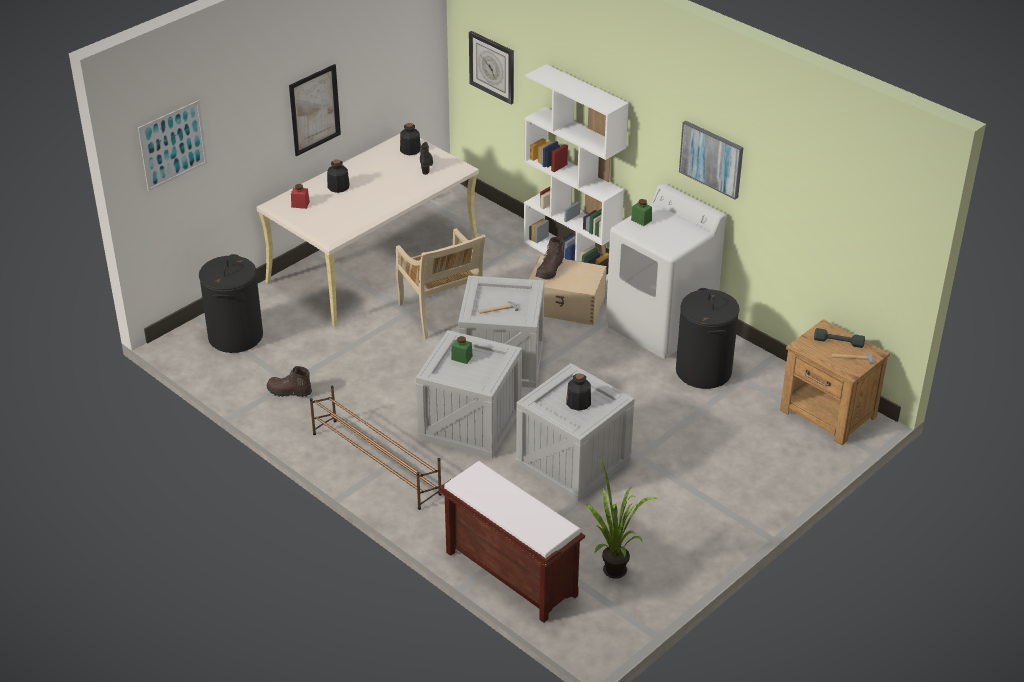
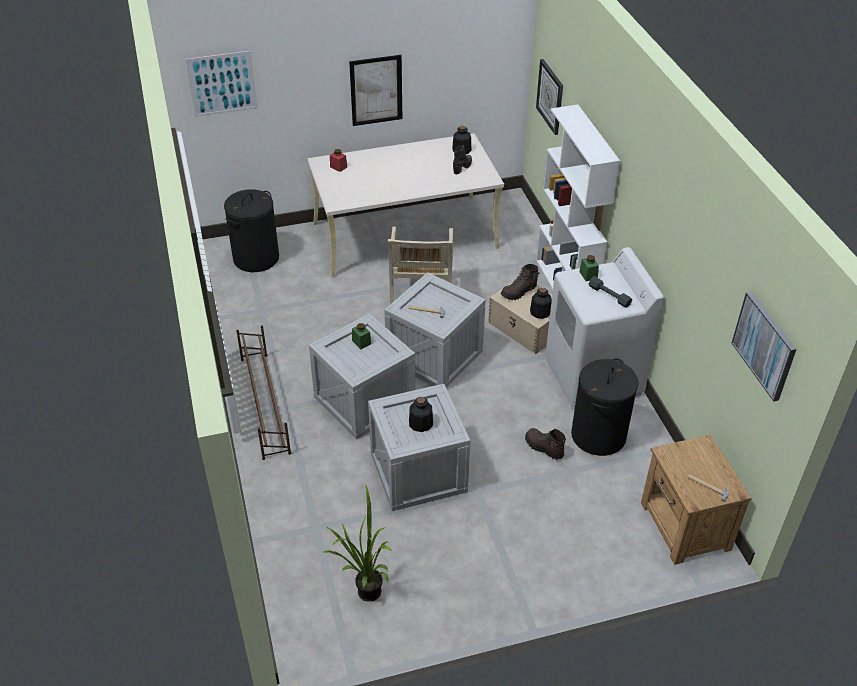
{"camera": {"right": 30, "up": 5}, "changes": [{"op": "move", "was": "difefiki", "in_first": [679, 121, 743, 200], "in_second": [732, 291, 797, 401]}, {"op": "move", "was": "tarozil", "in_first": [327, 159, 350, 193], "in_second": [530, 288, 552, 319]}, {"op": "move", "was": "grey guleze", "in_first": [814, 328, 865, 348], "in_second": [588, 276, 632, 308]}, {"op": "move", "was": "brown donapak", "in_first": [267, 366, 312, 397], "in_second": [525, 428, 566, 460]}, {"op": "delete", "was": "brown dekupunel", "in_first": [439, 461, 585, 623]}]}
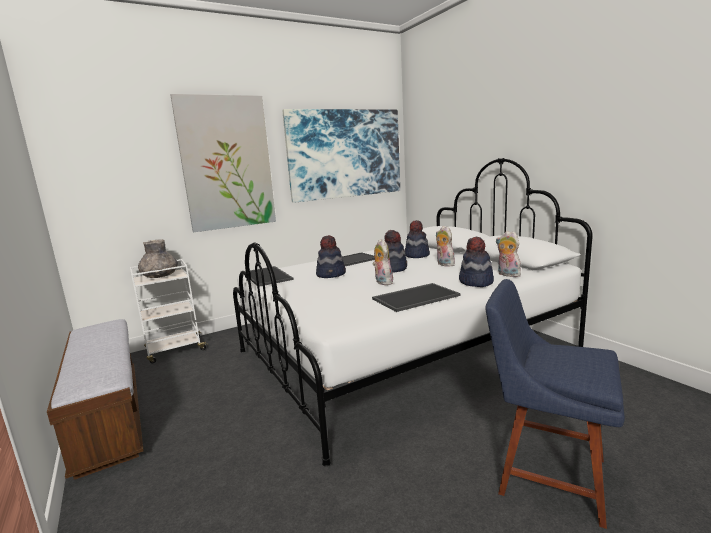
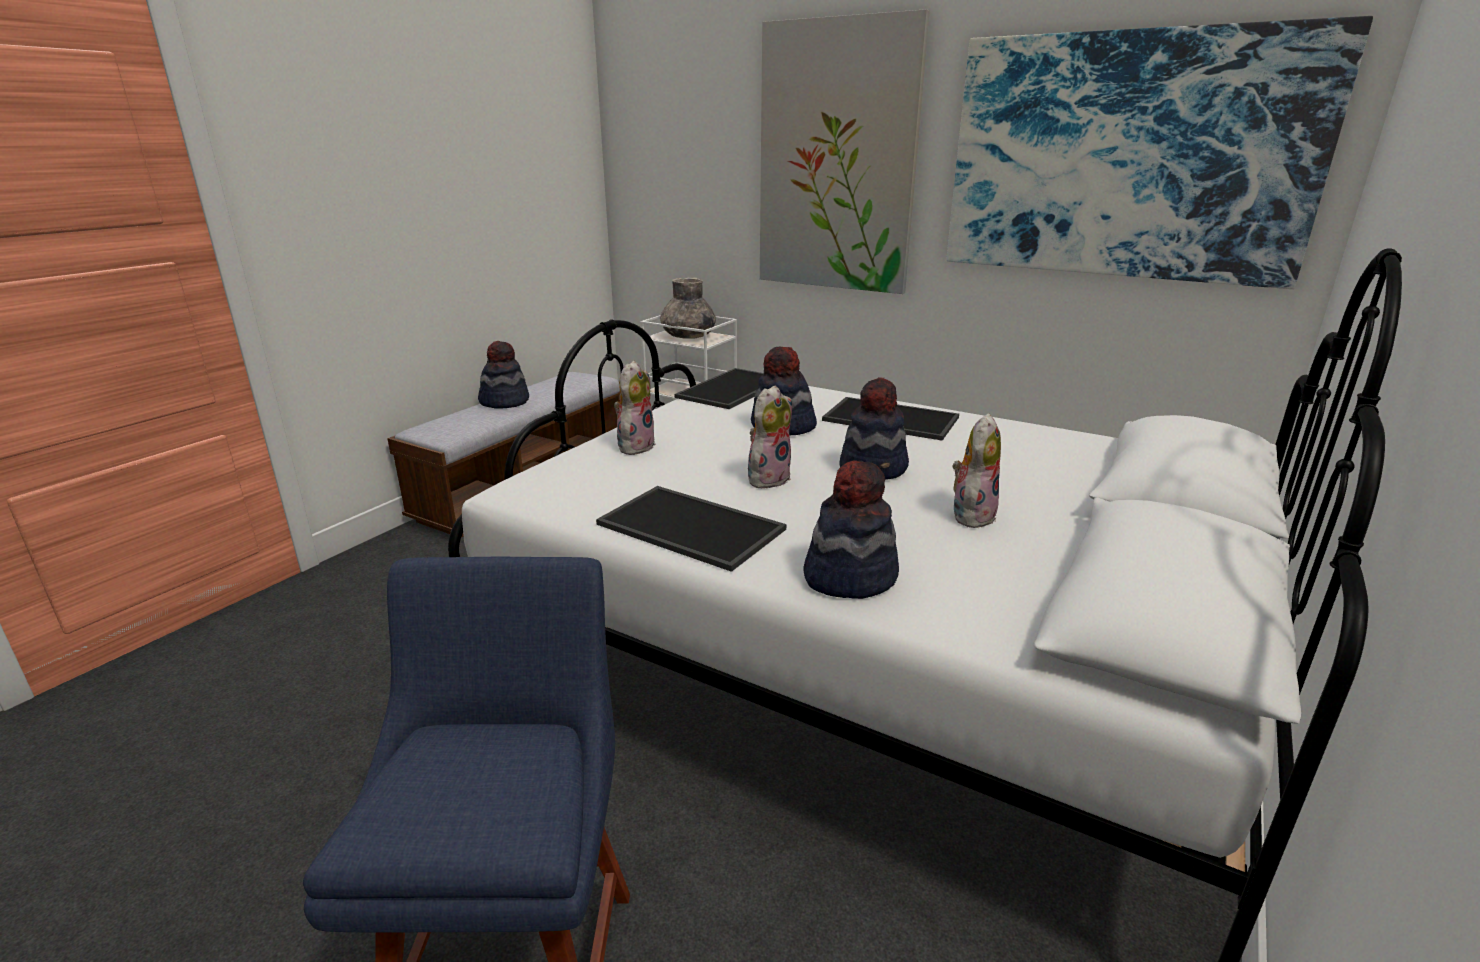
{"camera": {"right": 60, "up": 10}, "changes": [{"op": "move", "was": "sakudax", "in_first": [404, 220, 430, 258], "in_second": [478, 341, 529, 409]}, {"op": "move", "was": "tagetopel", "in_first": [496, 231, 521, 277], "in_second": [614, 361, 656, 455]}]}
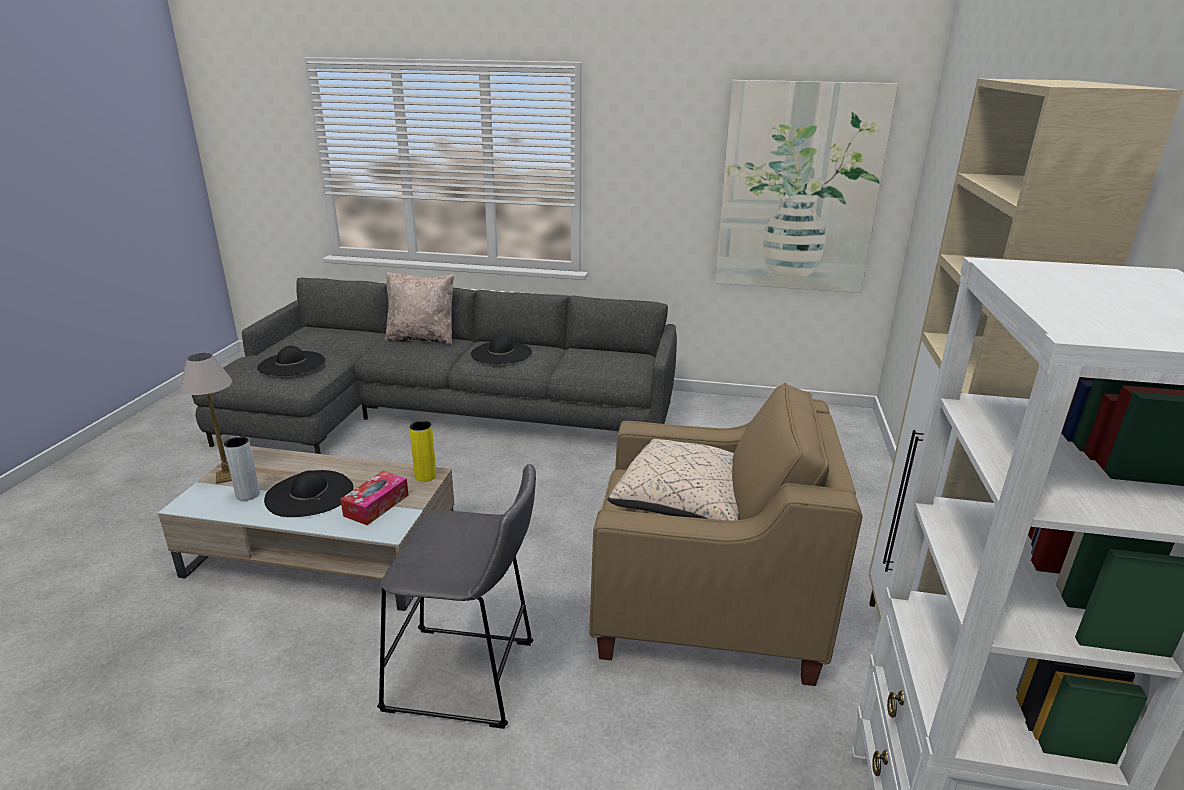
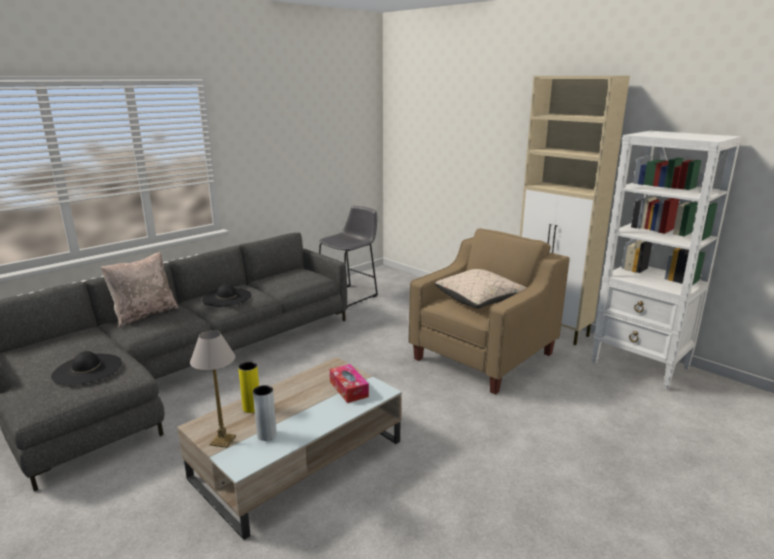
{"camera": {"right": -55, "up": -5}, "changes": [{"op": "delete", "was": "difefiki", "in_first": [714, 80, 898, 293]}, {"op": "move", "was": "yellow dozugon", "in_first": [409, 421, 436, 482], "in_second": [238, 362, 259, 413]}, {"op": "move", "was": "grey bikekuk", "in_first": [377, 464, 536, 729], "in_second": [319, 206, 378, 308]}, {"op": "delete", "was": "black sakudax", "in_first": [264, 470, 354, 517]}]}
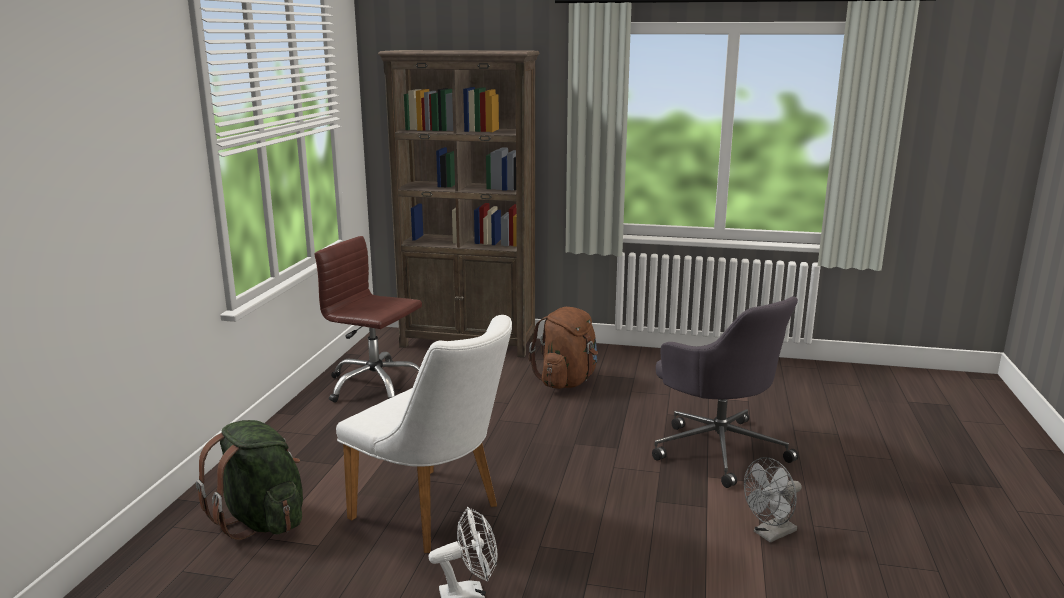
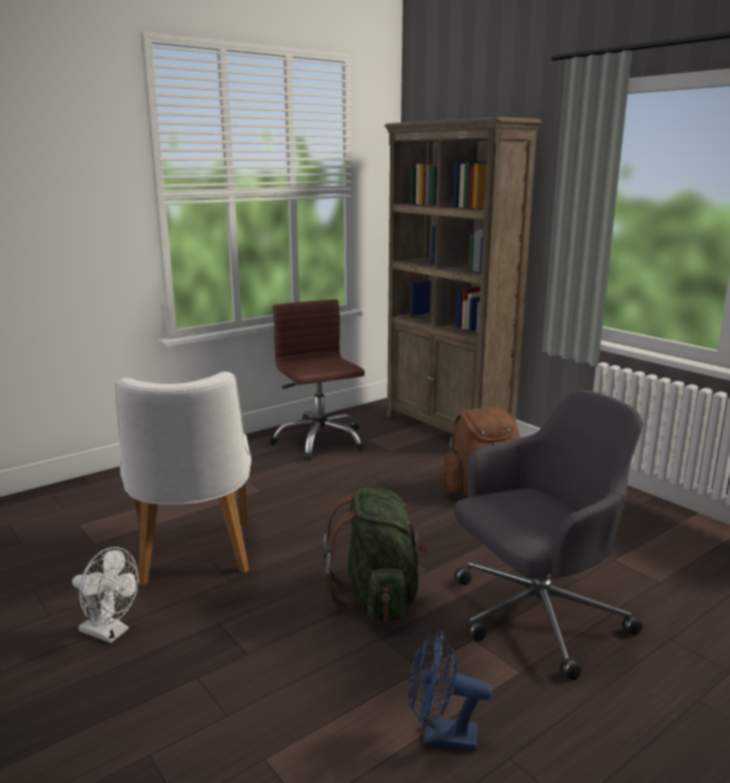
{"camera": {"right": 40, "up": 0}, "changes": [{"op": "rotate", "was": "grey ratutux", "in_first": [652, 296, 799, 488], "in_second": [454, 390, 643, 680], "clockwise": -120}, {"op": "move", "was": "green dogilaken", "in_first": [196, 420, 303, 540], "in_second": [323, 488, 428, 622]}, {"op": "recolor", "was": "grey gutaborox", "now": "blue gutaborox", "in_first": [744, 457, 802, 543], "in_second": [408, 631, 493, 751]}]}
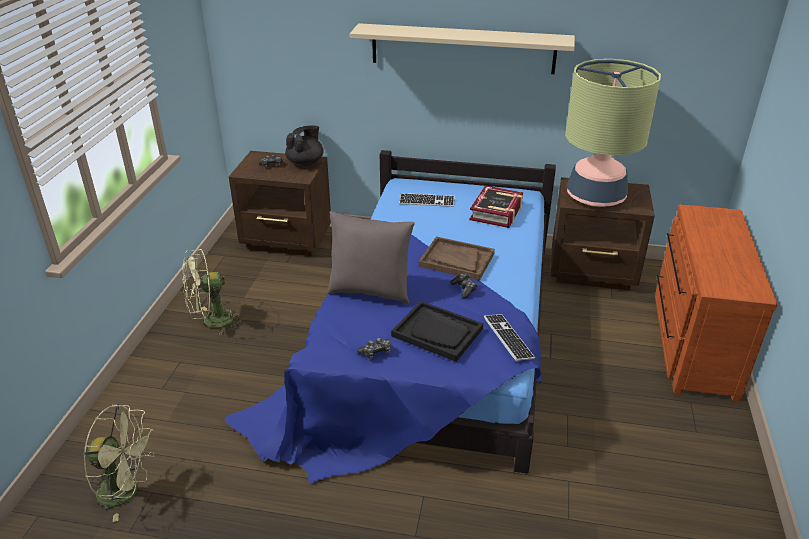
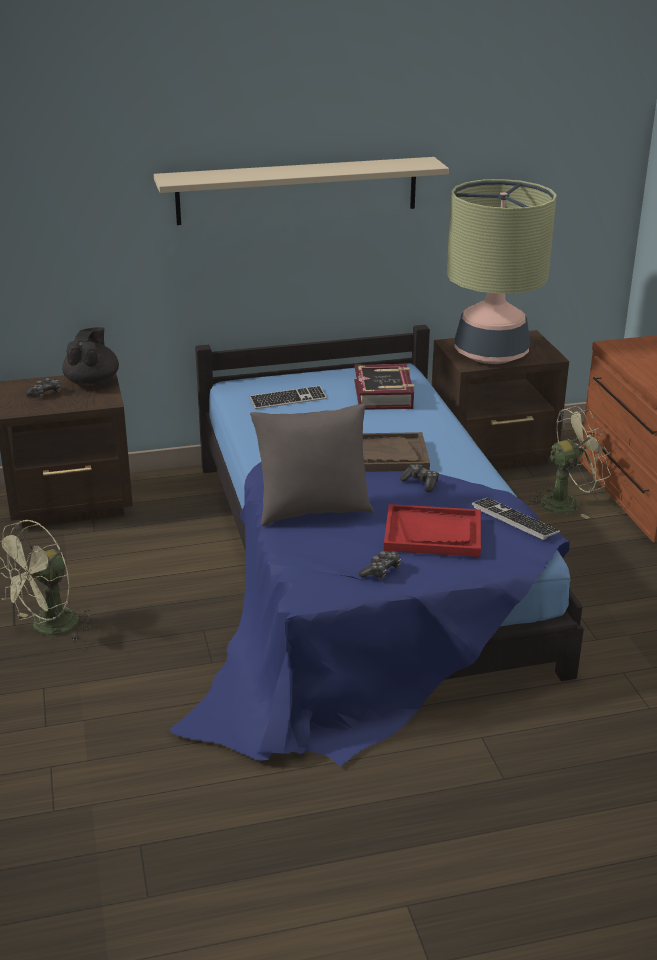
{"camera": {"right": -25, "up": -5}, "changes": [{"op": "recolor", "was": "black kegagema", "now": "red kegagema", "in_first": [391, 301, 483, 362], "in_second": [384, 504, 481, 557]}, {"op": "move", "was": "green gutaborox", "in_first": [83, 404, 155, 522], "in_second": [527, 406, 611, 519]}]}
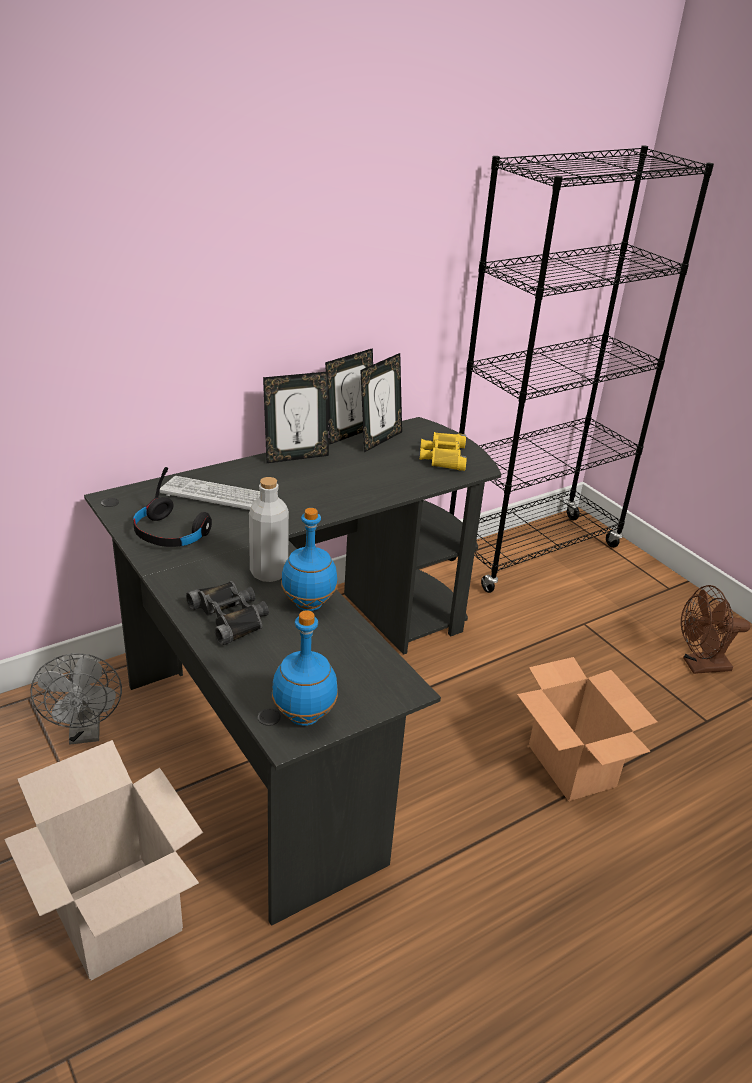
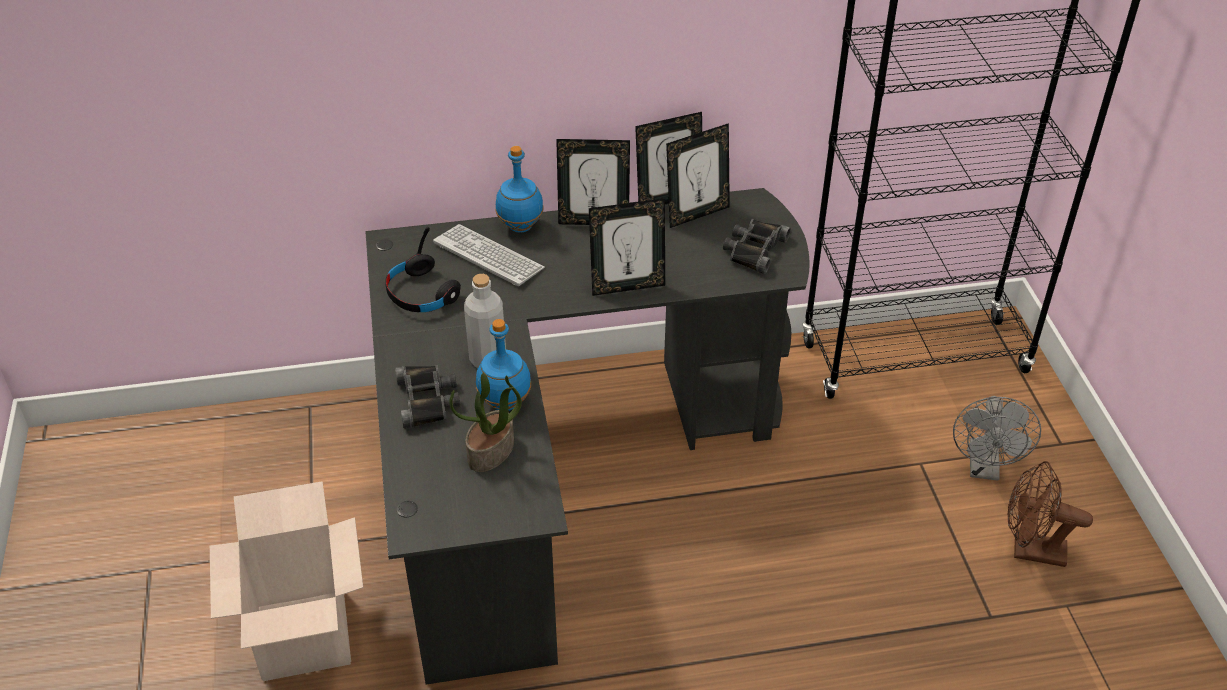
{"camera": {"right": 25, "up": 10}, "changes": [{"op": "recolor", "was": "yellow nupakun", "now": "black nupakun", "in_first": [420, 432, 467, 471], "in_second": [723, 219, 791, 274]}, {"op": "move", "was": "blue tarozil", "in_first": [272, 610, 338, 726], "in_second": [496, 146, 544, 233]}, {"op": "move", "was": "grey gutaborox", "in_first": [31, 653, 122, 744], "in_second": [953, 396, 1041, 481]}, {"op": "delete", "was": "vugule", "in_first": [517, 657, 658, 801]}, {"op": "insert", "now": "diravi", "in_second": [589, 198, 665, 296]}, {"op": "insert", "now": "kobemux", "in_second": [449, 373, 522, 472]}]}
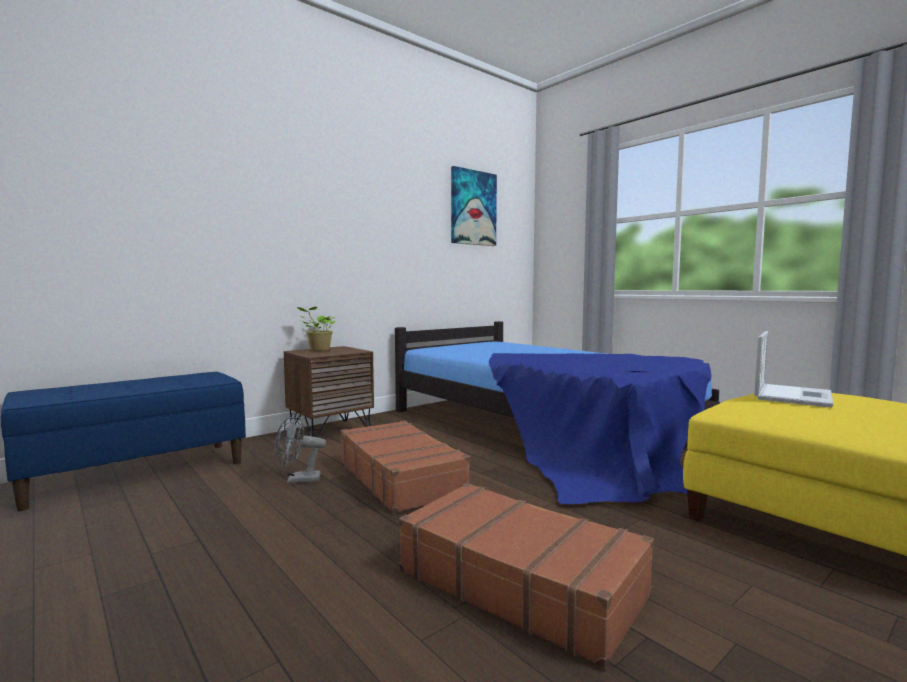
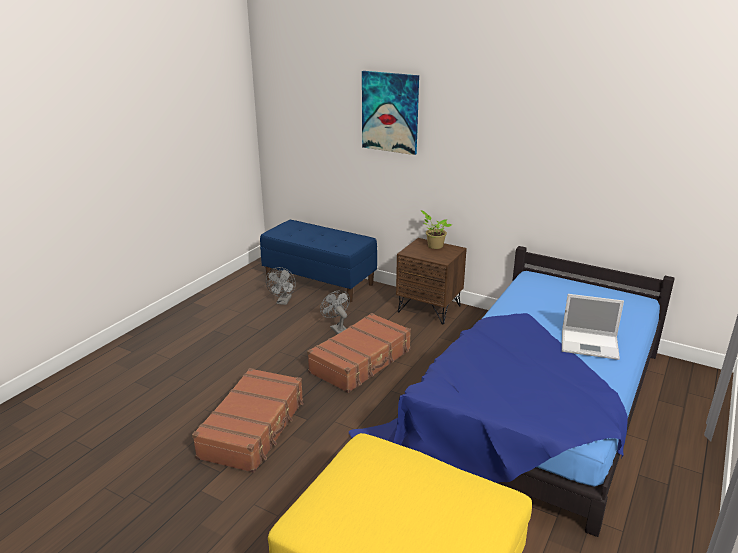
{"camera": {"right": 70, "up": 20}, "changes": [{"op": "move", "was": "difefiki", "in_first": [451, 166, 497, 246], "in_second": [362, 71, 419, 155]}, {"op": "move", "was": "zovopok", "in_first": [754, 331, 833, 408], "in_second": [562, 294, 624, 360]}, {"op": "insert", "now": "grey gutaborox", "in_second": [266, 267, 296, 305]}]}
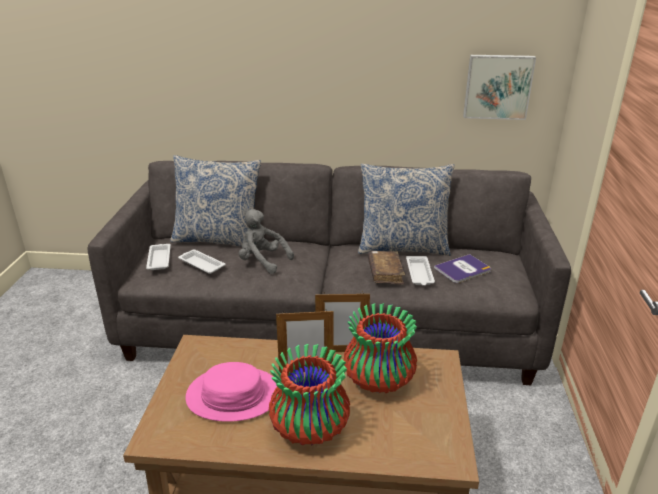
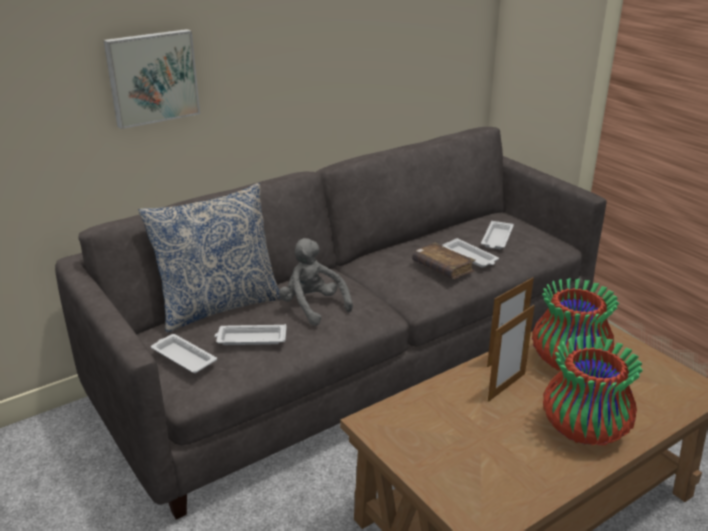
{"camera": {"right": -40, "up": 0}, "changes": [{"op": "move", "was": "difefiki", "in_first": [463, 55, 536, 120], "in_second": [103, 29, 200, 129]}, {"op": "delete", "was": "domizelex", "in_first": [358, 164, 455, 256]}, {"op": "rotate", "was": "grey tagetopel", "in_first": [239, 209, 294, 274], "in_second": [279, 238, 353, 326], "clockwise": 60}, {"op": "replace", "was": "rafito", "now": "white kegagema", "in_first": [434, 254, 491, 283], "in_second": [481, 221, 514, 249]}, {"op": "delete", "was": "pink sakudax", "in_first": [185, 362, 277, 422]}]}
